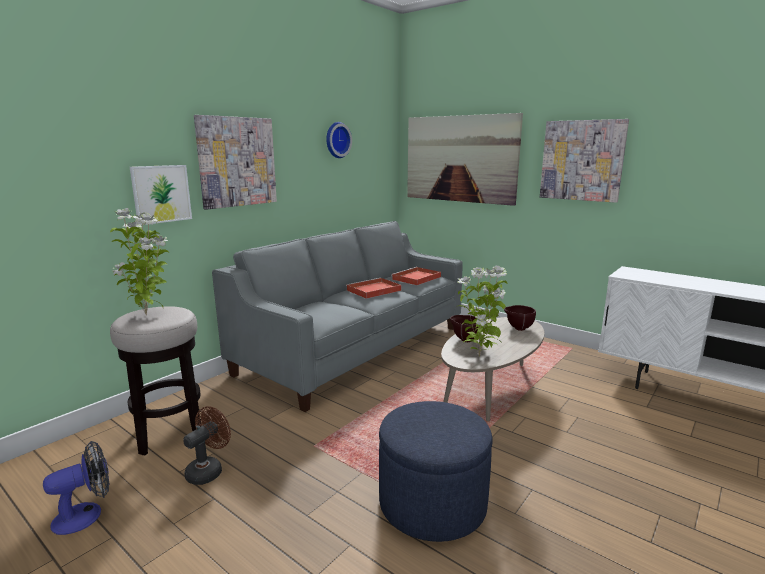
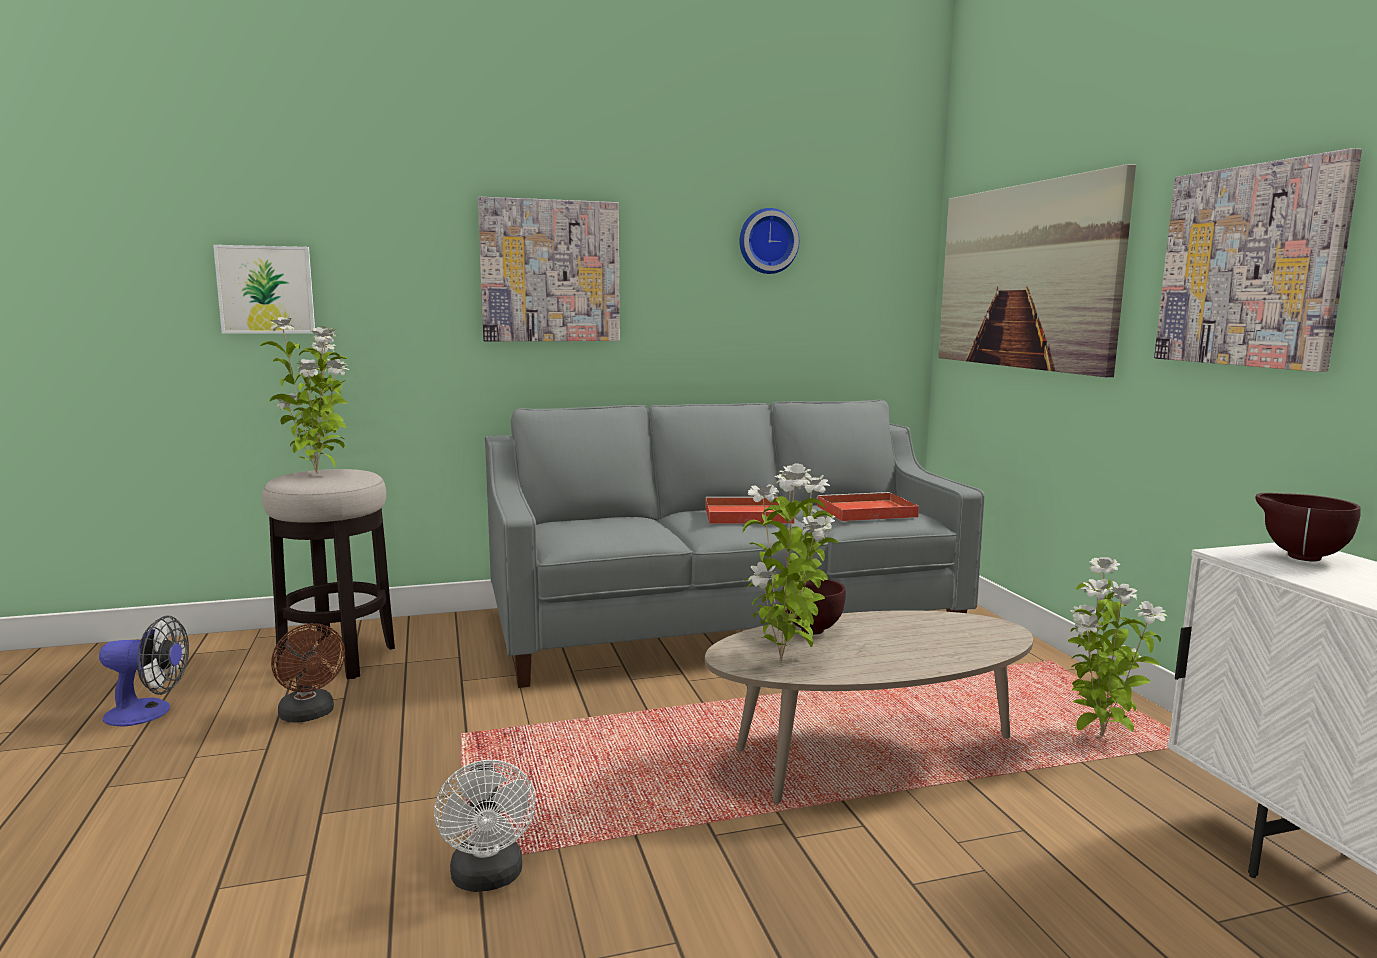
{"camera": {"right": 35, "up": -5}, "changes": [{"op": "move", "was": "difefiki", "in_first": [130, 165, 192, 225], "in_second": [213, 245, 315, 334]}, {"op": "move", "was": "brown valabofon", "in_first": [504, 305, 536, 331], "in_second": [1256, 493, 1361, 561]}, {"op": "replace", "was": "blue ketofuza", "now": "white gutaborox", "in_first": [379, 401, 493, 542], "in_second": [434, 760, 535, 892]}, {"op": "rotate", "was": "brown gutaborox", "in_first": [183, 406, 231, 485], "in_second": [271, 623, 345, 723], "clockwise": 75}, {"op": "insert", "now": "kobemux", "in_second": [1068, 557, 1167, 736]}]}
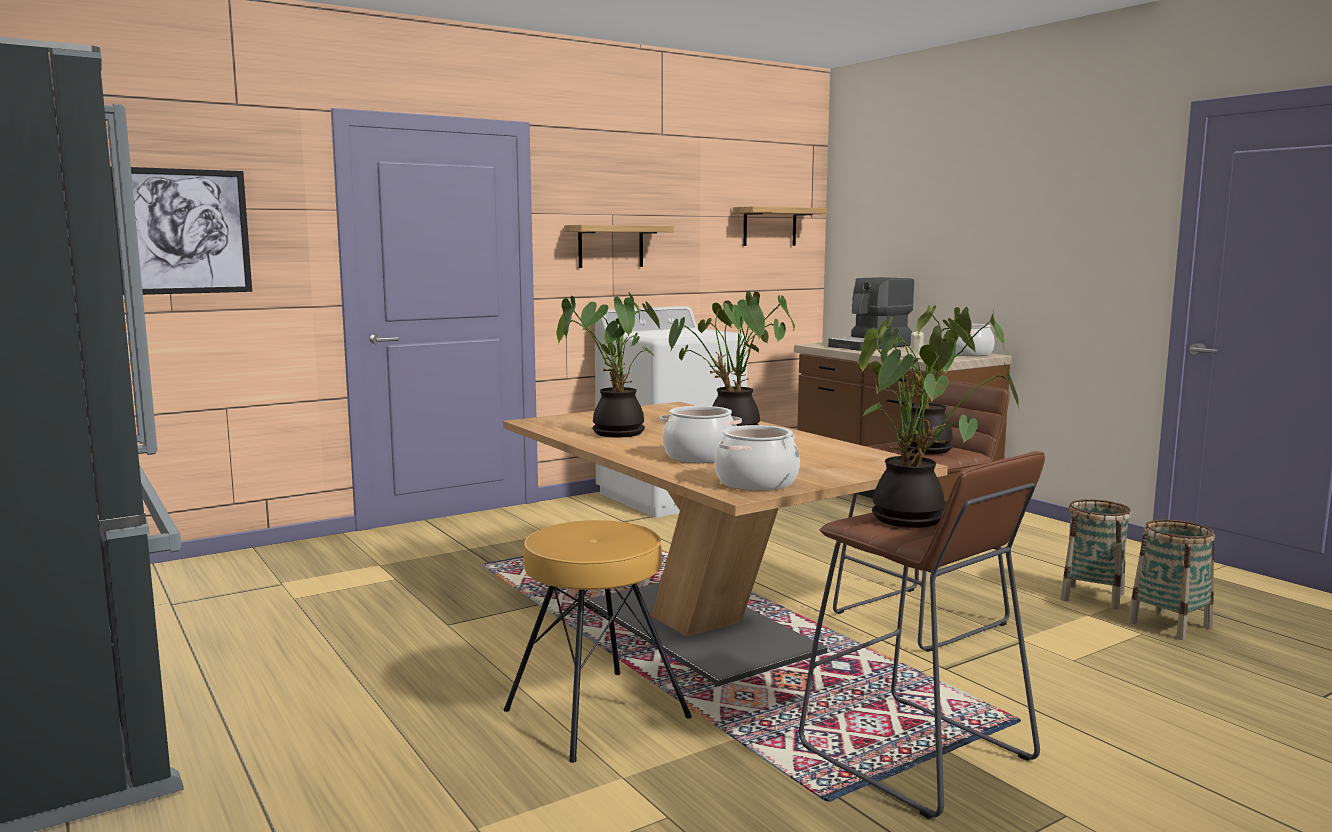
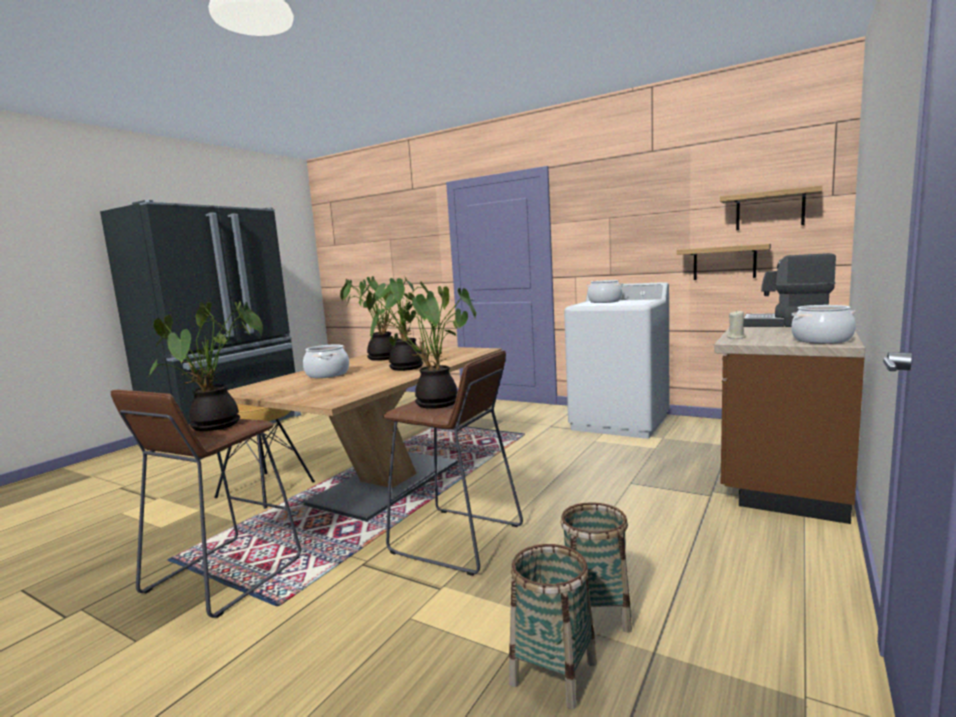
{"camera": {"right": 65, "up": 0}, "changes": [{"op": "delete", "was": "difefiki", "in_first": [110, 166, 252, 295]}, {"op": "move", "was": "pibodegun", "in_first": [564, 225, 674, 268], "in_second": [677, 244, 771, 280]}, {"op": "move", "was": "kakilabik", "in_first": [715, 425, 800, 491], "in_second": [586, 280, 623, 303]}]}
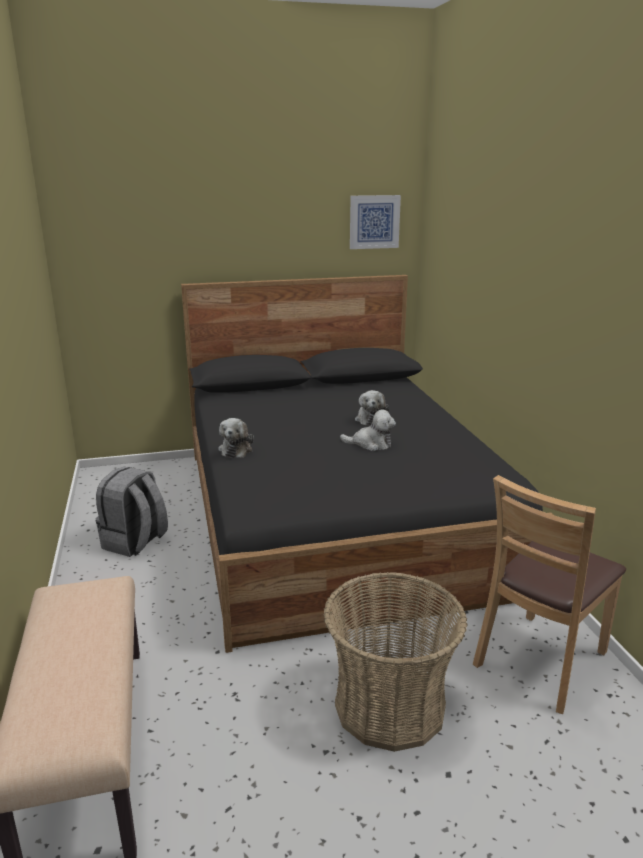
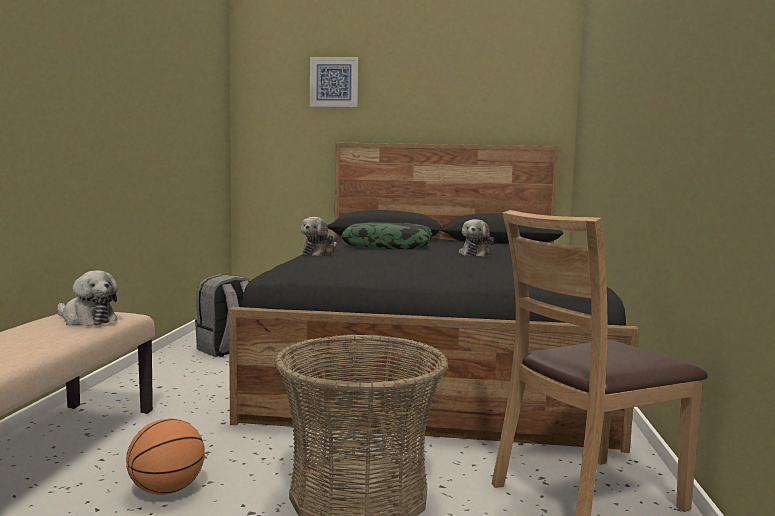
{"camera": {"right": 20, "up": -15}, "changes": [{"op": "move", "was": "difefiki", "in_first": [350, 195, 401, 249], "in_second": [310, 57, 358, 107]}, {"op": "move", "was": "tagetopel", "in_first": [340, 409, 396, 451], "in_second": [57, 271, 118, 326]}, {"op": "insert", "now": "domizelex", "in_second": [341, 222, 433, 249]}, {"op": "insert", "now": "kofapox", "in_second": [126, 419, 205, 495]}]}
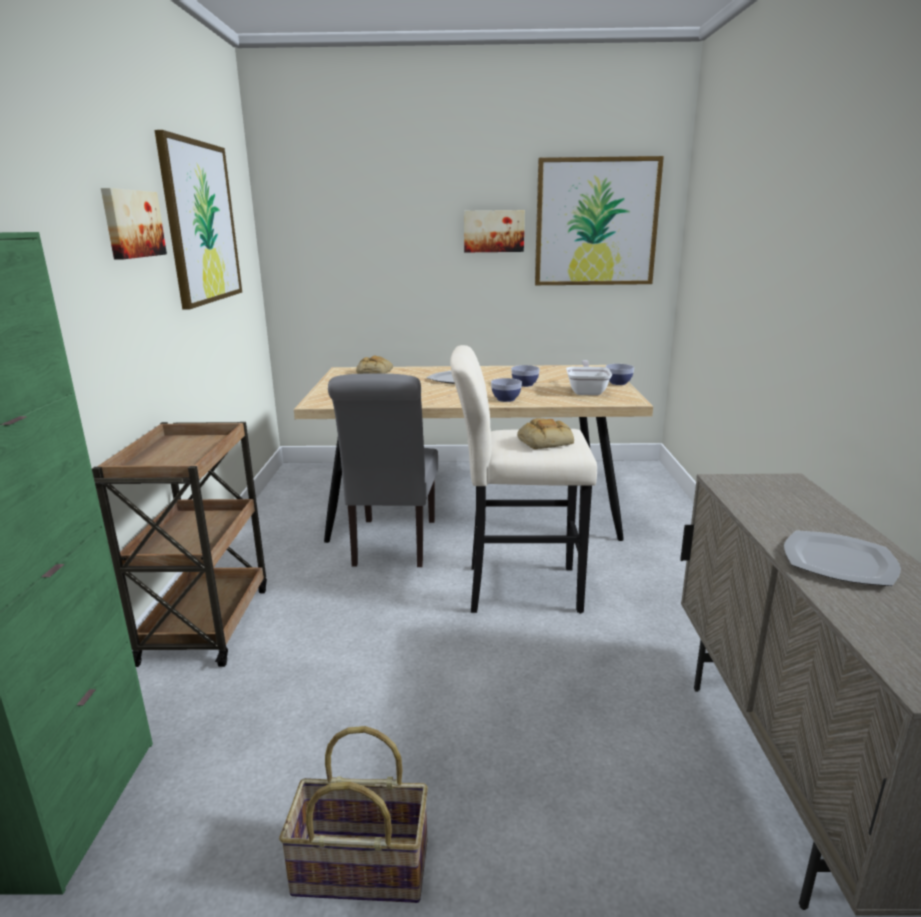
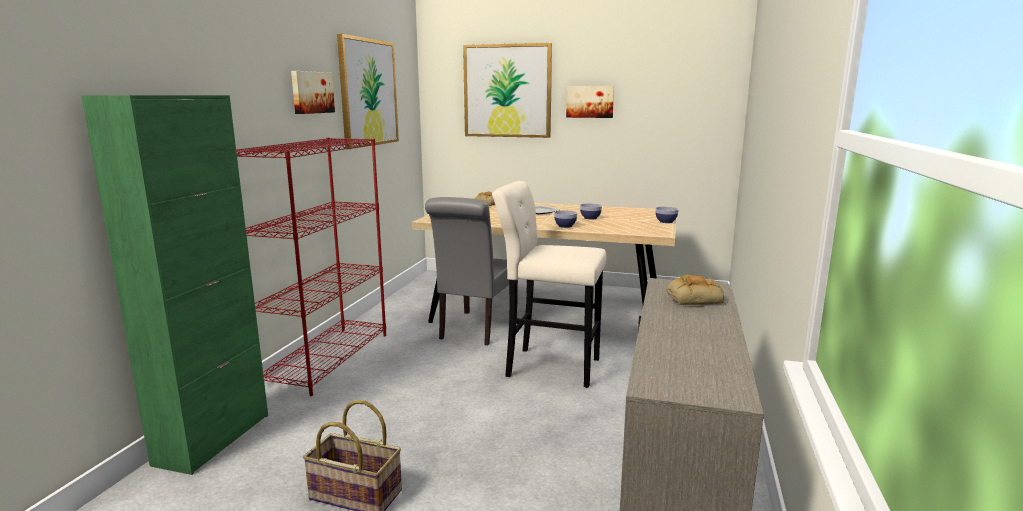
{"camera": {"right": 15, "up": -5}, "changes": [{"op": "move", "was": "difefiki", "in_first": [535, 156, 664, 285], "in_second": [463, 43, 552, 138]}, {"op": "delete", "was": "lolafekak", "in_first": [566, 360, 612, 395]}, {"op": "move", "was": "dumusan", "in_first": [517, 418, 574, 449], "in_second": [666, 274, 724, 305]}, {"op": "replace", "was": "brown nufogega", "now": "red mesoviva", "in_first": [92, 422, 267, 667], "in_second": [236, 138, 386, 396]}, {"op": "delete", "was": "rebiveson", "in_first": [784, 530, 901, 586]}]}
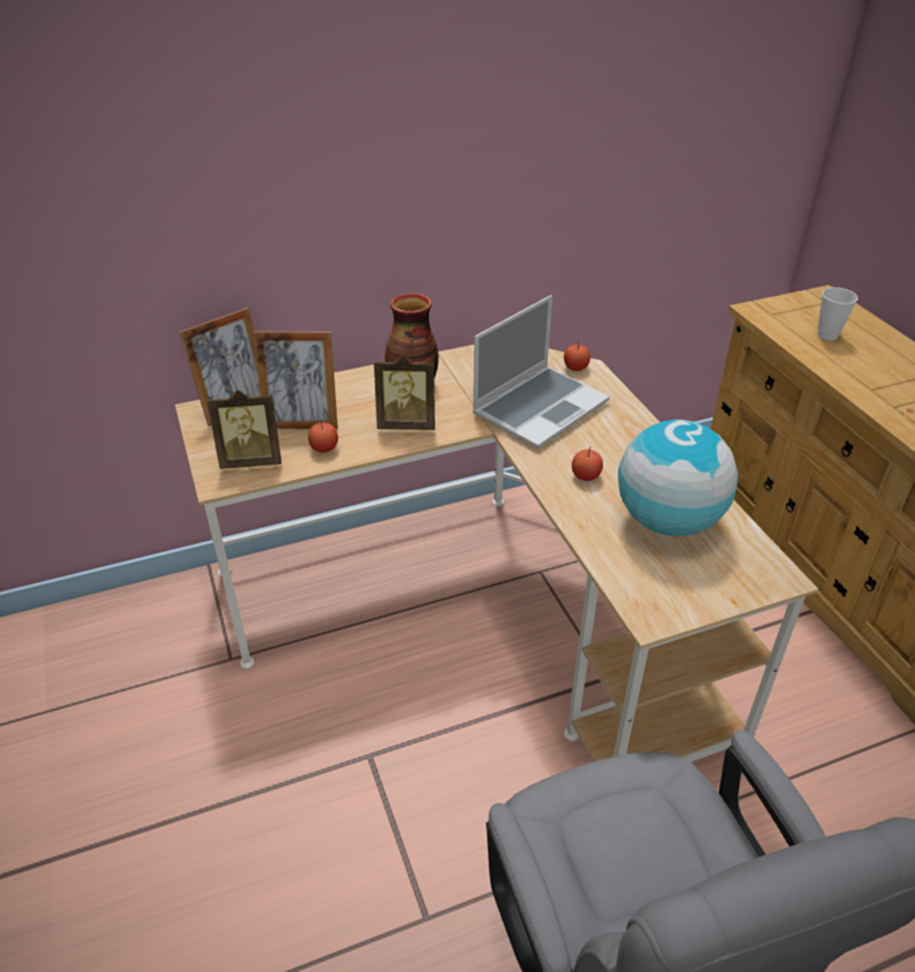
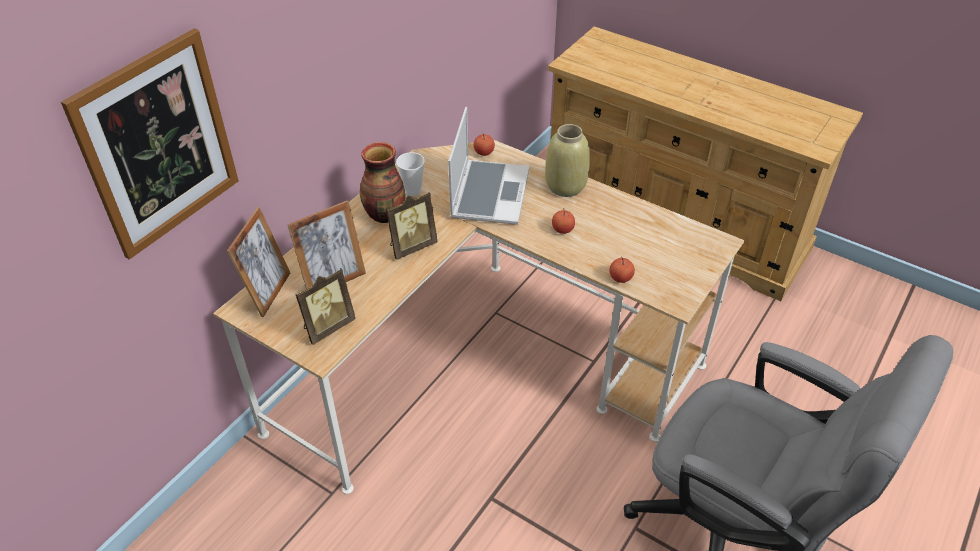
{"camera": {"right": -35, "up": 5}, "changes": [{"op": "move", "was": "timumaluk", "in_first": [818, 287, 858, 340], "in_second": [396, 152, 425, 196]}, {"op": "move", "was": "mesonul", "in_first": [308, 419, 338, 453], "in_second": [609, 257, 635, 283]}, {"op": "delete", "was": "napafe", "in_first": [618, 420, 738, 536]}, {"op": "insert", "now": "difefiki", "in_second": [61, 28, 239, 260]}, {"op": "insert", "now": "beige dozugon", "in_second": [545, 124, 590, 197]}]}
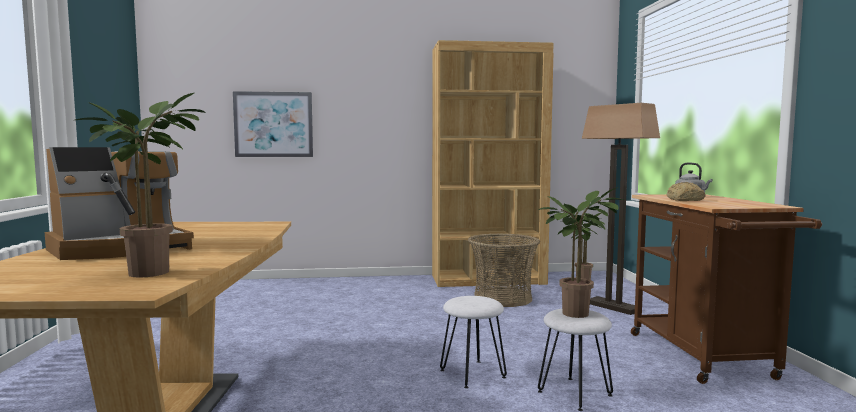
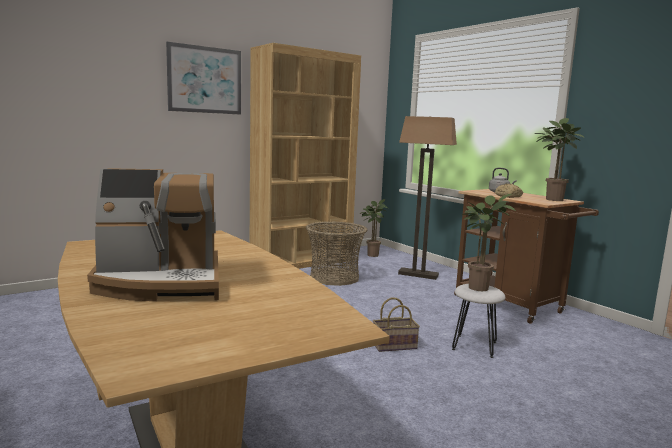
{"camera": {"right": -30, "up": 5}, "changes": [{"op": "move", "was": "difefiki", "in_first": [233, 91, 313, 157], "in_second": [166, 42, 241, 115]}, {"op": "move", "was": "kobemux", "in_first": [75, 93, 206, 278], "in_second": [535, 118, 584, 201]}, {"op": "rotate", "was": "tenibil", "in_first": [45, 147, 194, 260], "in_second": [87, 168, 219, 301], "clockwise": 60}, {"op": "replace", "was": "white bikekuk", "now": "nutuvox", "in_first": [440, 296, 507, 388], "in_second": [373, 297, 420, 352]}]}
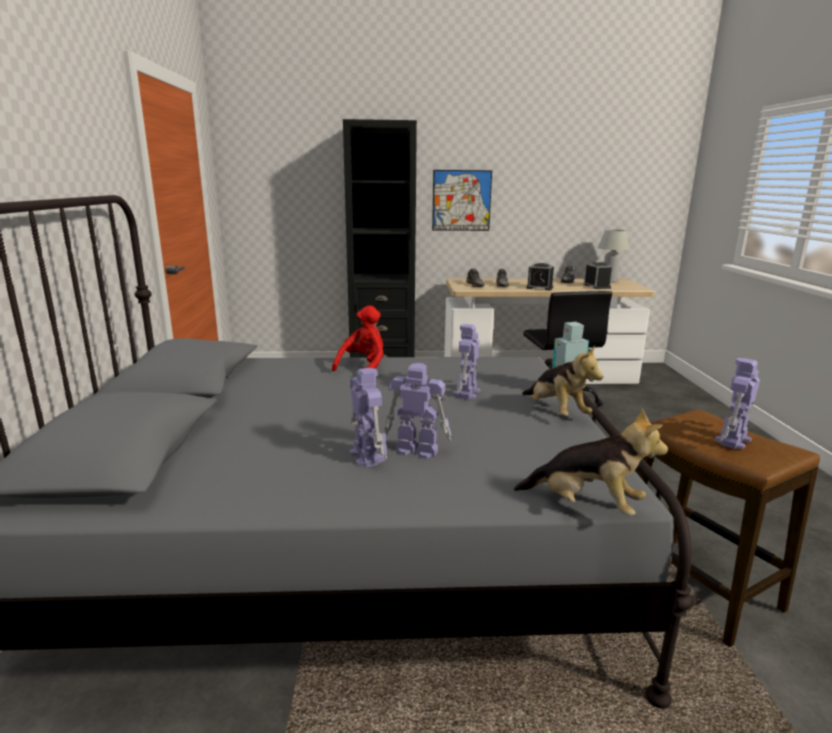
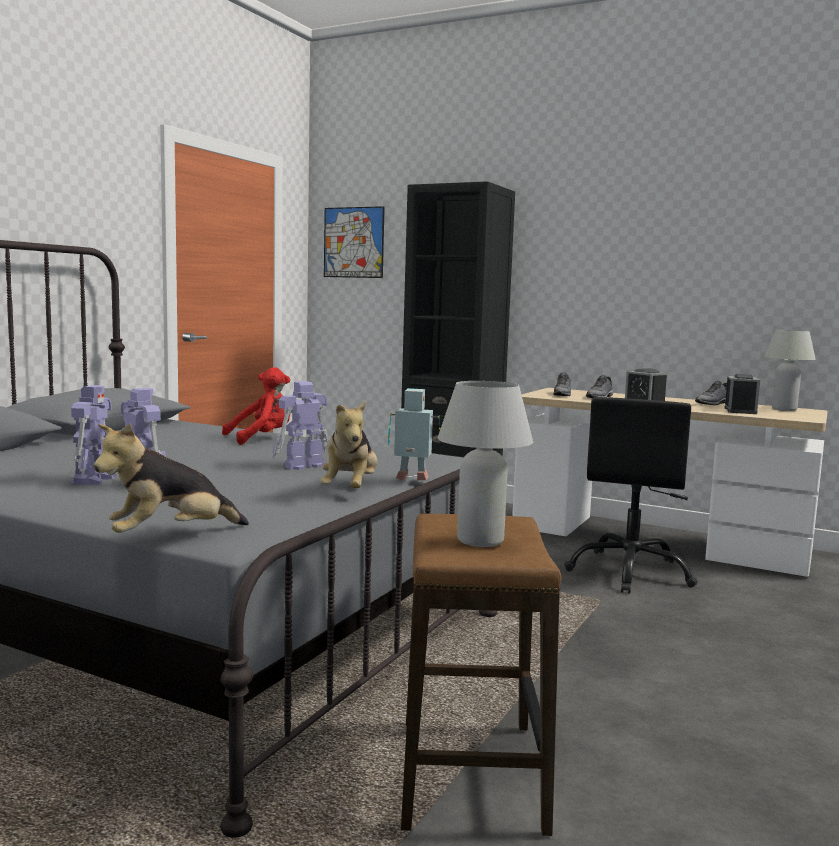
{"camera": {"right": 30, "up": -10}, "changes": [{"op": "move", "was": "difefiki", "in_first": [432, 170, 492, 231], "in_second": [324, 206, 385, 278]}, {"op": "replace", "was": "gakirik", "now": "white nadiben", "in_first": [714, 358, 760, 449], "in_second": [437, 381, 533, 547]}, {"op": "rotate", "was": "tagetopel", "in_first": [514, 408, 668, 516], "in_second": [94, 423, 249, 533], "clockwise": 90}]}
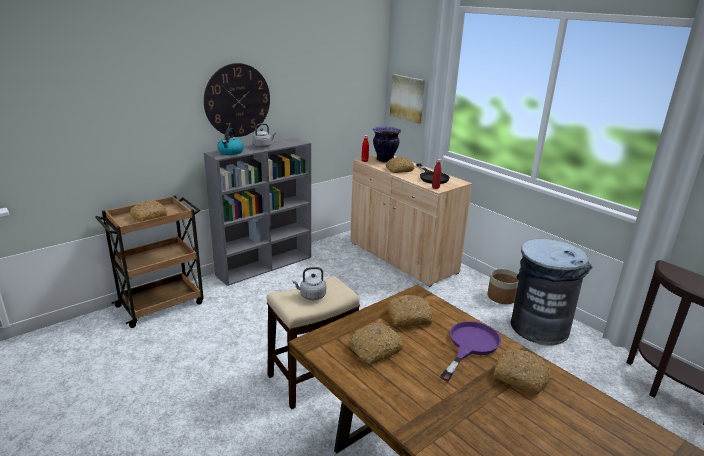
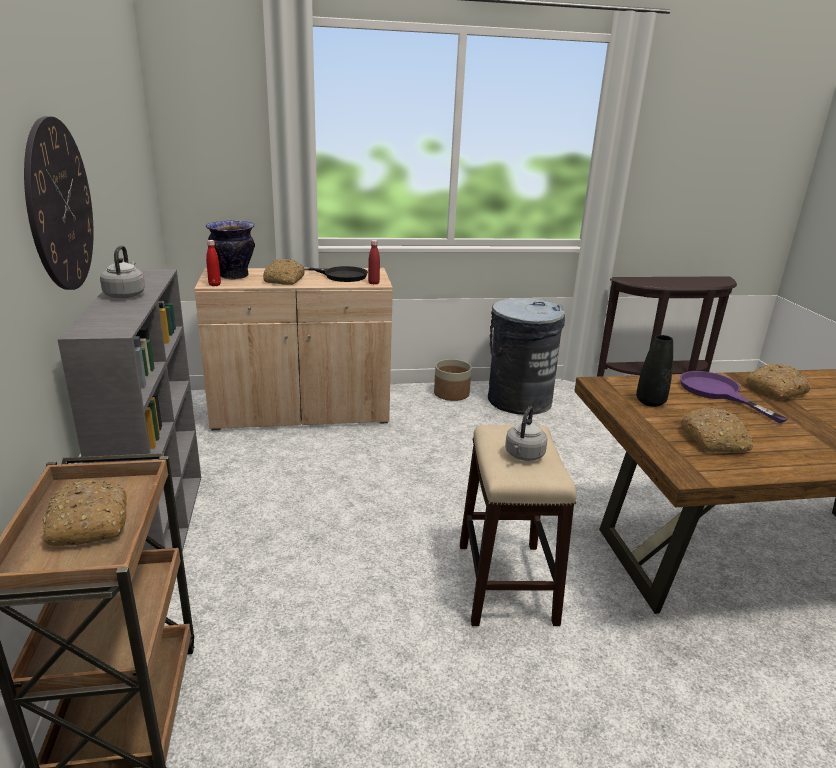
{"camera": {"right": -60, "up": 0}, "changes": [{"op": "delete", "was": "difefiki", "in_first": [390, 74, 425, 124]}, {"op": "delete", "was": "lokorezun", "in_first": [218, 128, 244, 155]}, {"op": "replace", "was": "dumusan", "now": "black dozugon", "in_first": [388, 295, 433, 327], "in_second": [636, 335, 673, 407]}]}
